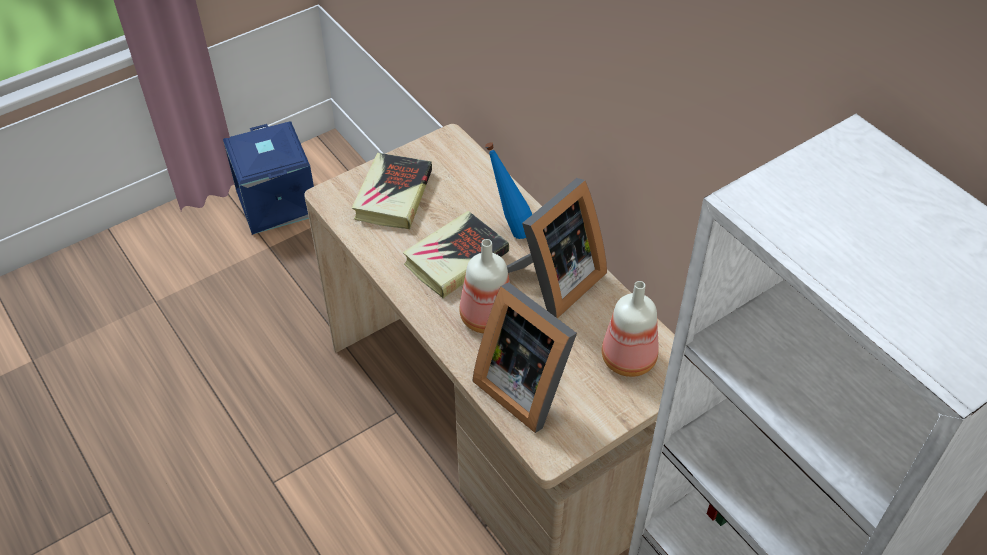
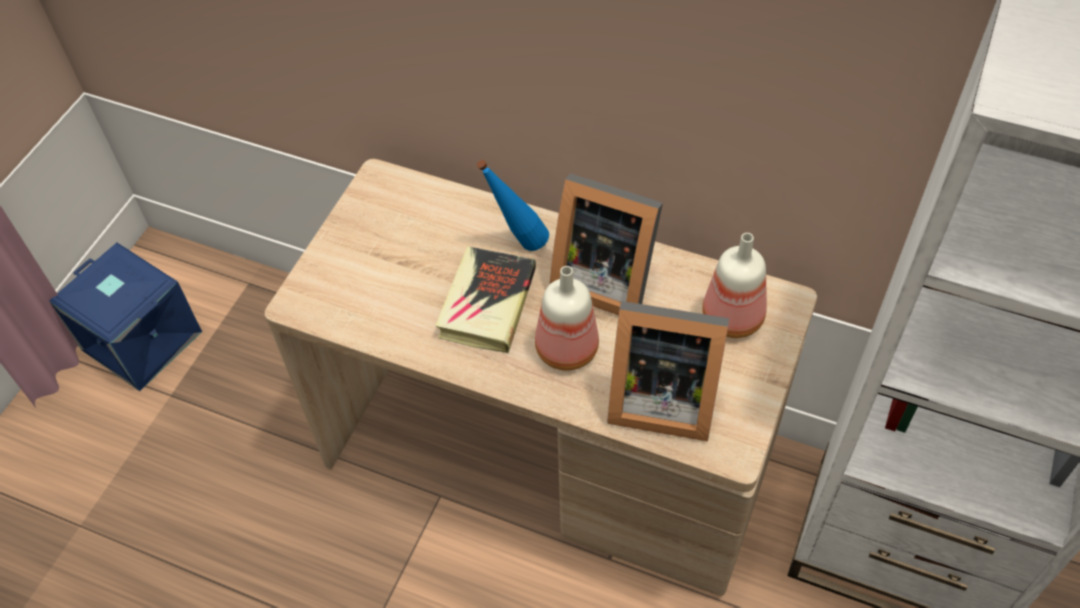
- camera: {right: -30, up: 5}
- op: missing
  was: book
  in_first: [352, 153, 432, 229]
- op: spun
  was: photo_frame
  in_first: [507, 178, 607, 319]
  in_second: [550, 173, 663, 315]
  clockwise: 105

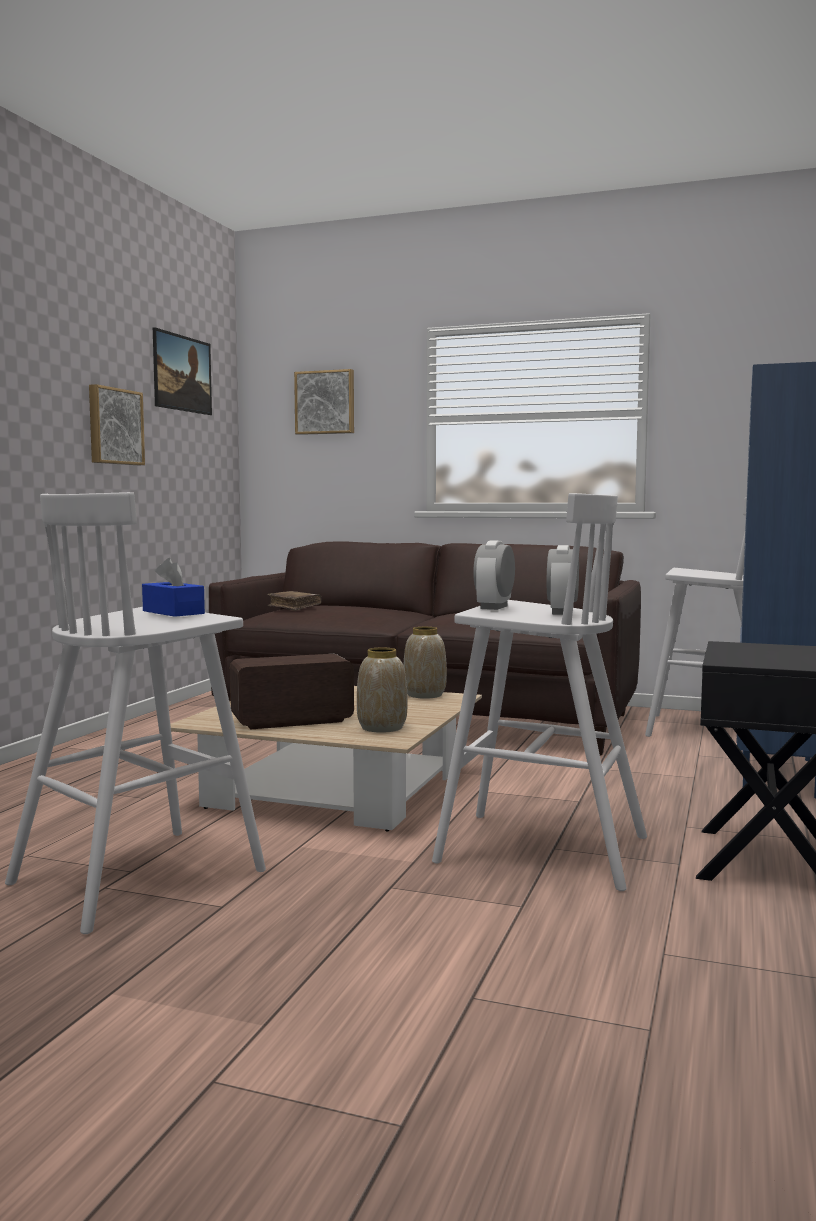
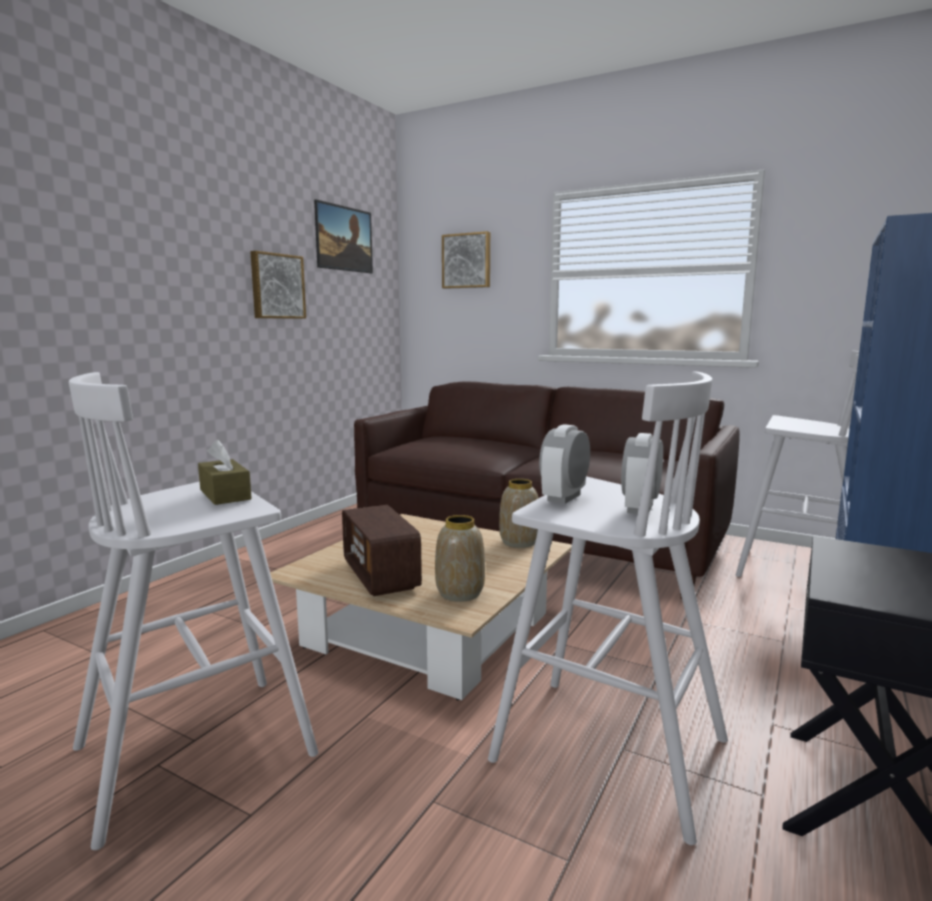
- camera: {right: 10, up: 5}
- op: missing
  was: brownish_book
  in_first: [267, 591, 322, 611]
- op: colour
  was: blue-coloured_tissue_box
  now: brownish_tissue_box
  in_first: [142, 558, 205, 617]
  in_second: [198, 440, 252, 505]
- op: spun
  was: radio
  in_first: [230, 654, 354, 730]
  in_second: [342, 505, 422, 596]
  clockwise: -105

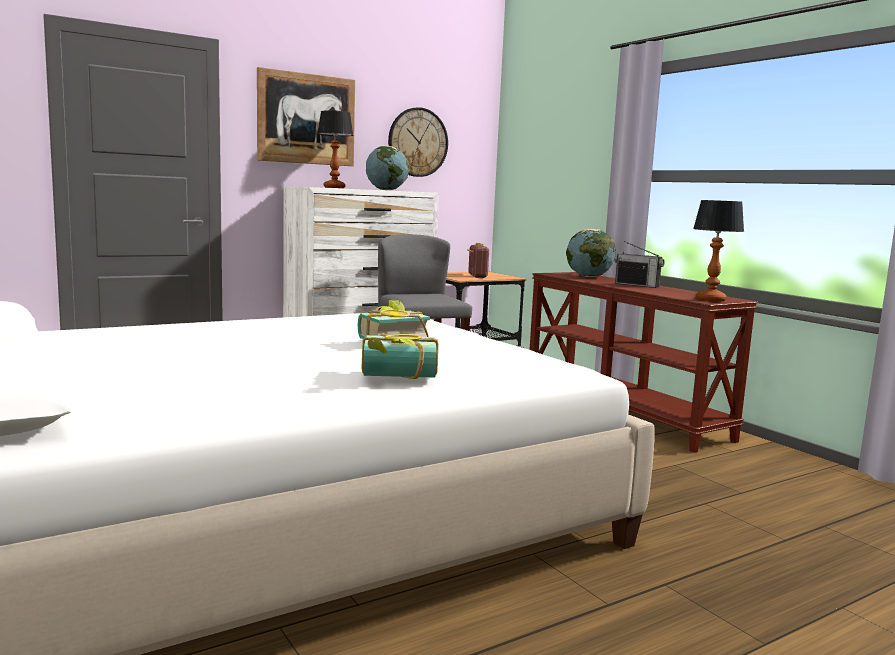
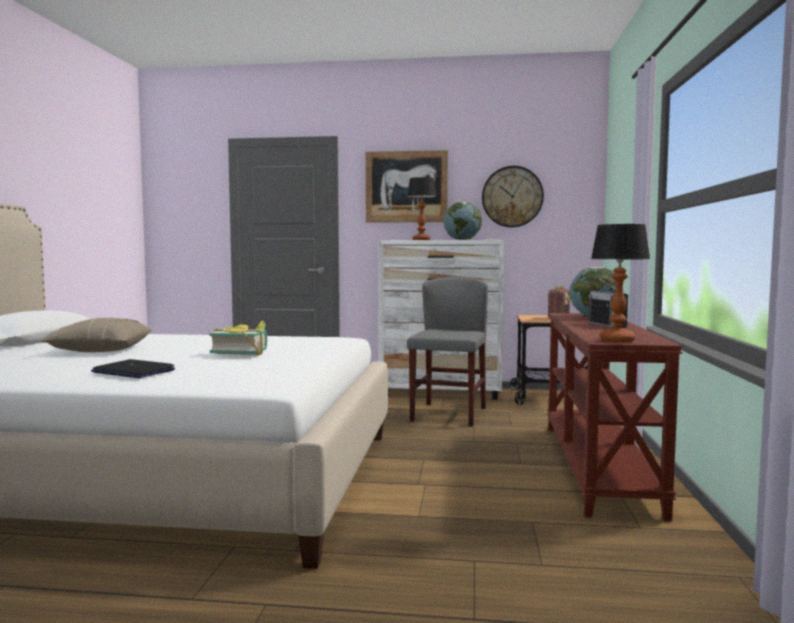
- camera: {right: 40, up: -5}
- op: appeared
  now: sand-coloured_pillow
  in_second: [41, 318, 152, 352]
- op: exchanged
  was: book
  now: notebook_computer
  in_first: [361, 333, 439, 379]
  in_second: [91, 359, 175, 378]

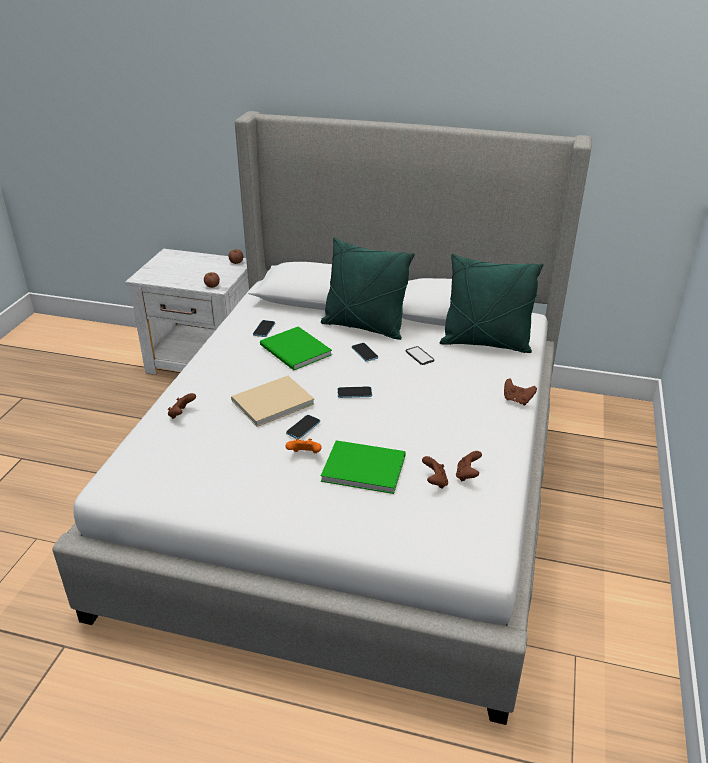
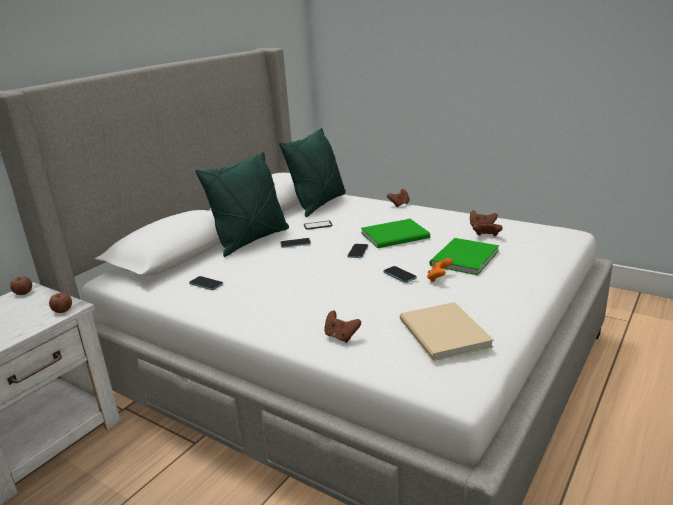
- camera: {right: -70, up: -10}
- op: relocated
  was: sand-coloured_book
  in_first: [231, 376, 314, 427]
  in_second: [400, 302, 494, 361]
- op: relocated
  was: greenish_book
  in_first: [260, 326, 332, 370]
  in_second: [361, 219, 430, 248]

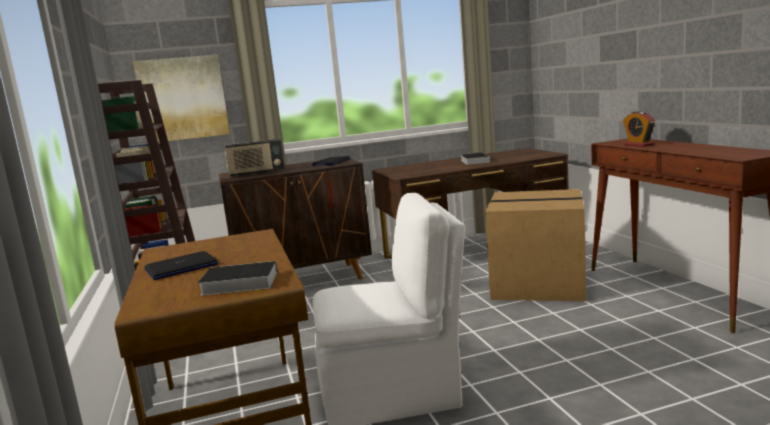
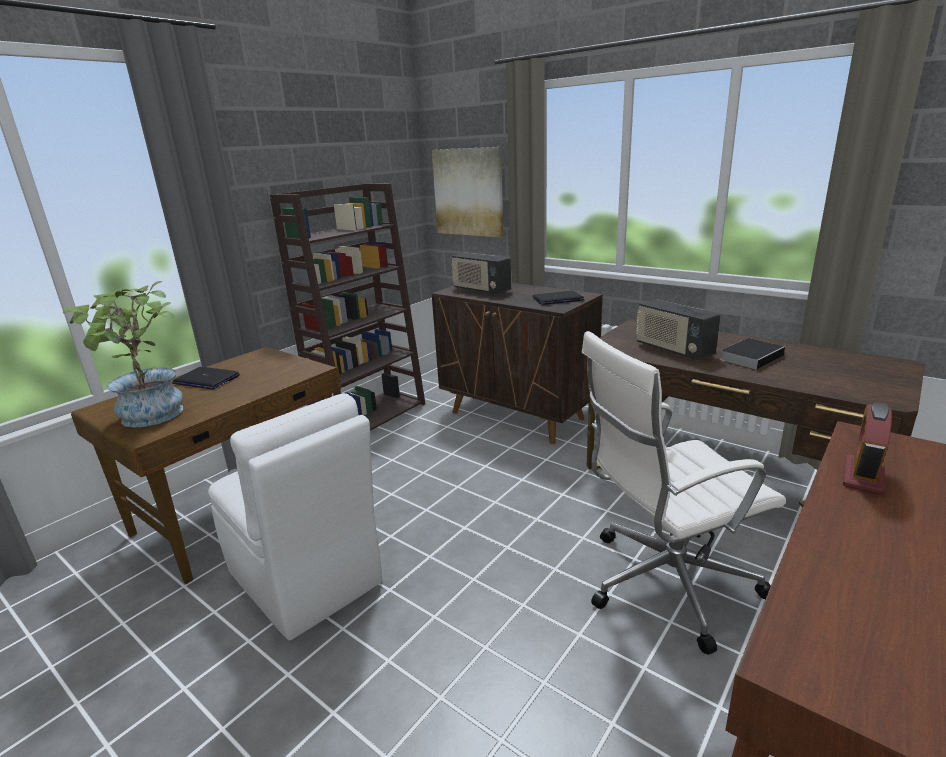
- camera: {right: 55, up: 10}
- op: appeared
  now: radio
  in_second: [636, 299, 721, 360]
- op: exchanged
  was: book
  now: potted_plant
  in_first: [198, 261, 277, 296]
  in_second: [63, 281, 183, 428]
- op: exchanged
  was: cardboard_box
  now: white_desk_chair
  in_first: [485, 189, 586, 301]
  in_second: [582, 331, 786, 655]

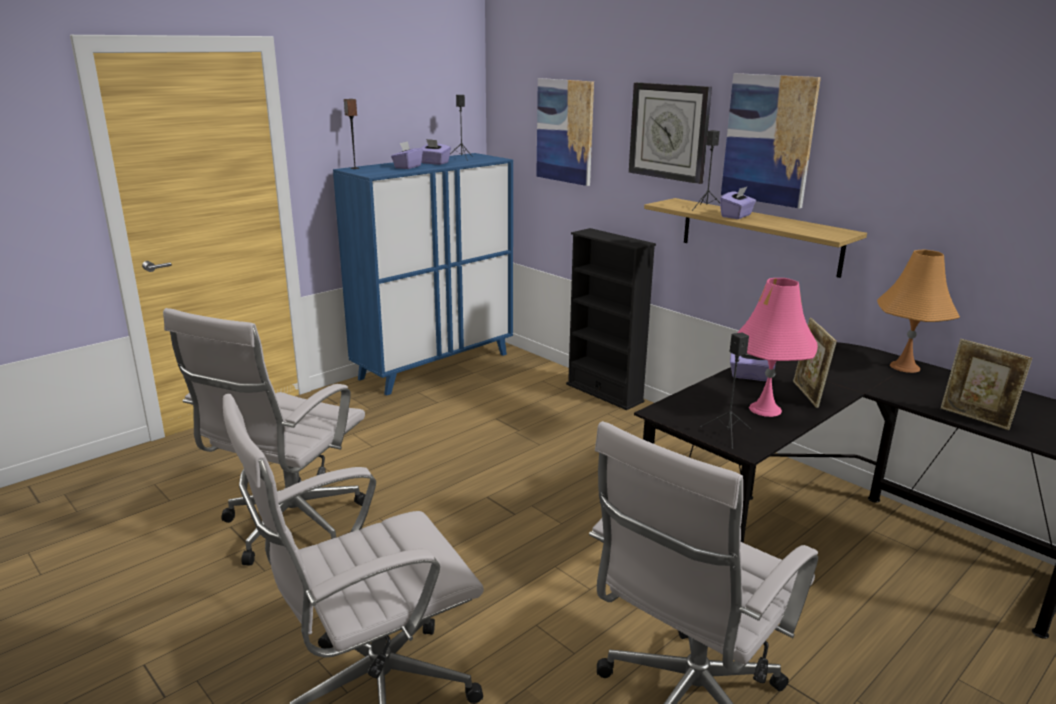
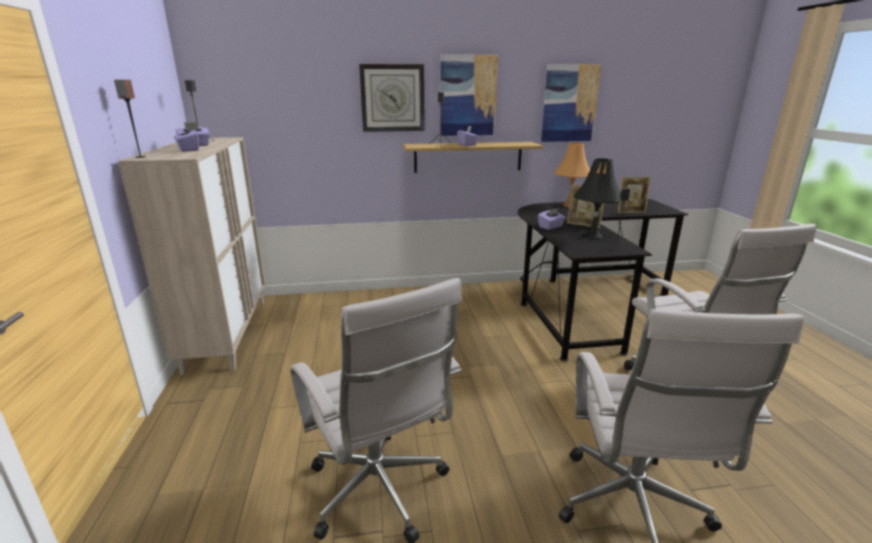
- camera: {right: -55, up: 0}
- op: missing
  was: black-coloured_bookshelf
  in_first: [566, 228, 656, 410]
- op: relocated
  was: wall_picture
  in_first: [536, 78, 594, 186]
  in_second: [541, 64, 602, 142]
- op: colour
  was: blue-coloured_cupboard
  now: sand-coloured_cupboard
  in_first: [333, 153, 513, 396]
  in_second: [118, 137, 266, 375]
- op: colour
  was: pinkish_tabletop_lamp
  now: black-coloured_tabletop_lamp
  in_first: [737, 278, 818, 417]
  in_second: [574, 158, 621, 239]

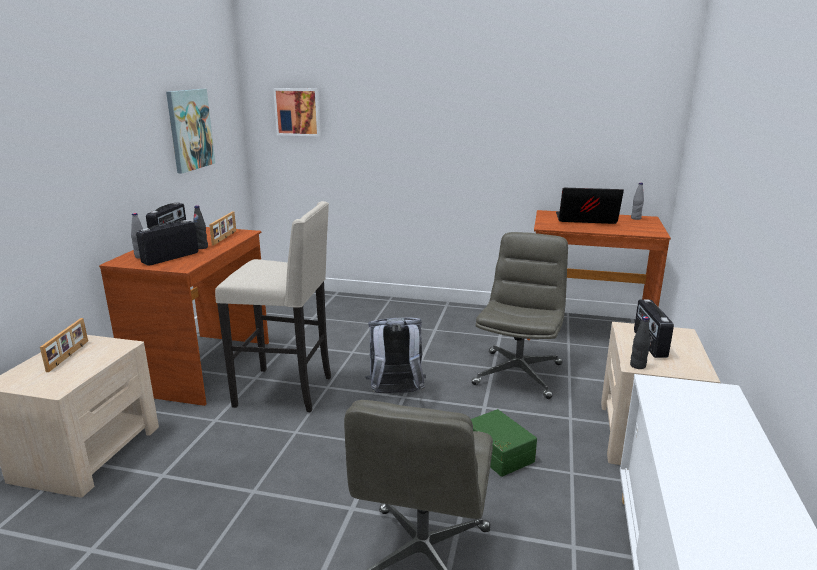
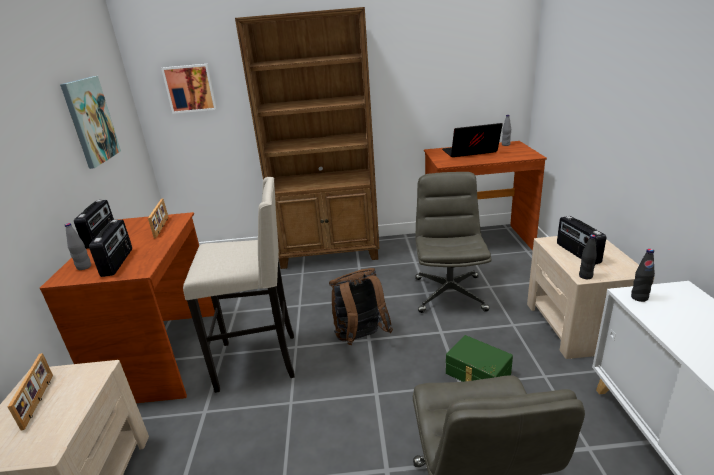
- camera: {right: -15, up: 5}
- op: appeared
  now: brownish_bookshelf
  in_second: [235, 7, 380, 269]
- op: relocated
  was: black-coloured_beverage_bottle
  in_first: [193, 205, 208, 249]
  in_second: [631, 249, 655, 302]
- op: colour
  was: greyish_knapsack
  now: brownish_knapsack
  in_first: [365, 317, 426, 393]
  in_second: [329, 268, 393, 345]
- op: spun
  was: radio
  in_first: [136, 220, 199, 266]
  in_second: [89, 219, 132, 277]
  clockwise: 150

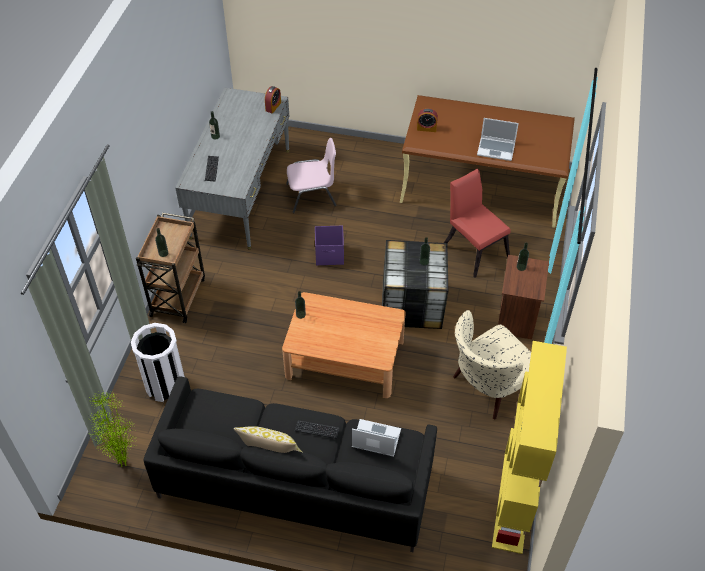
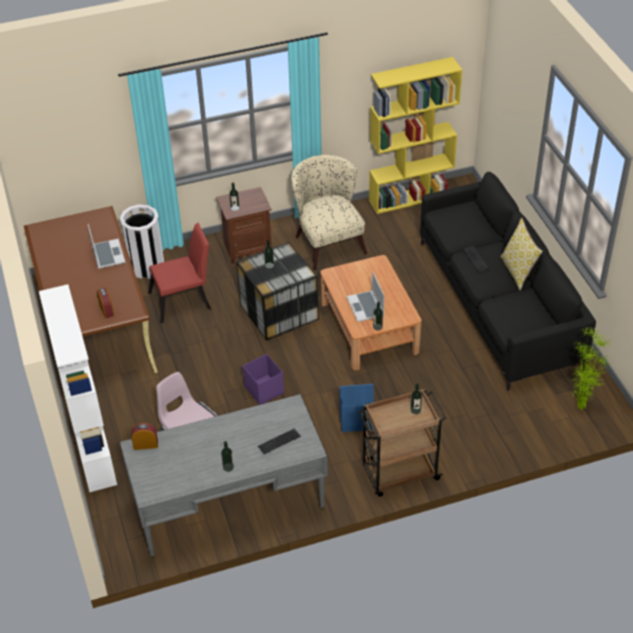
- camera: {right: -120, up: -5}
- op: appeared
  now: white_bookshelf
  in_second: [39, 284, 117, 492]
- op: appeared
  now: blue-coloured_storage_box
  in_second: [339, 384, 374, 432]
- op: relocated
  was: white_trash_can
  in_first: [131, 323, 185, 402]
  in_second: [119, 204, 164, 279]
- op: relocated
  was: notebook_computer
  in_first: [352, 419, 401, 457]
  in_second: [346, 271, 384, 322]
- op: spun
  was: red-coloured_plain_chair
  in_first: [444, 169, 511, 278]
  in_second: [148, 223, 211, 323]
  clockwise: -135
- op: spun
  was: sand-coloured_armchair
  in_first: [453, 310, 531, 419]
  in_second: [291, 155, 367, 269]
  clockwise: -135

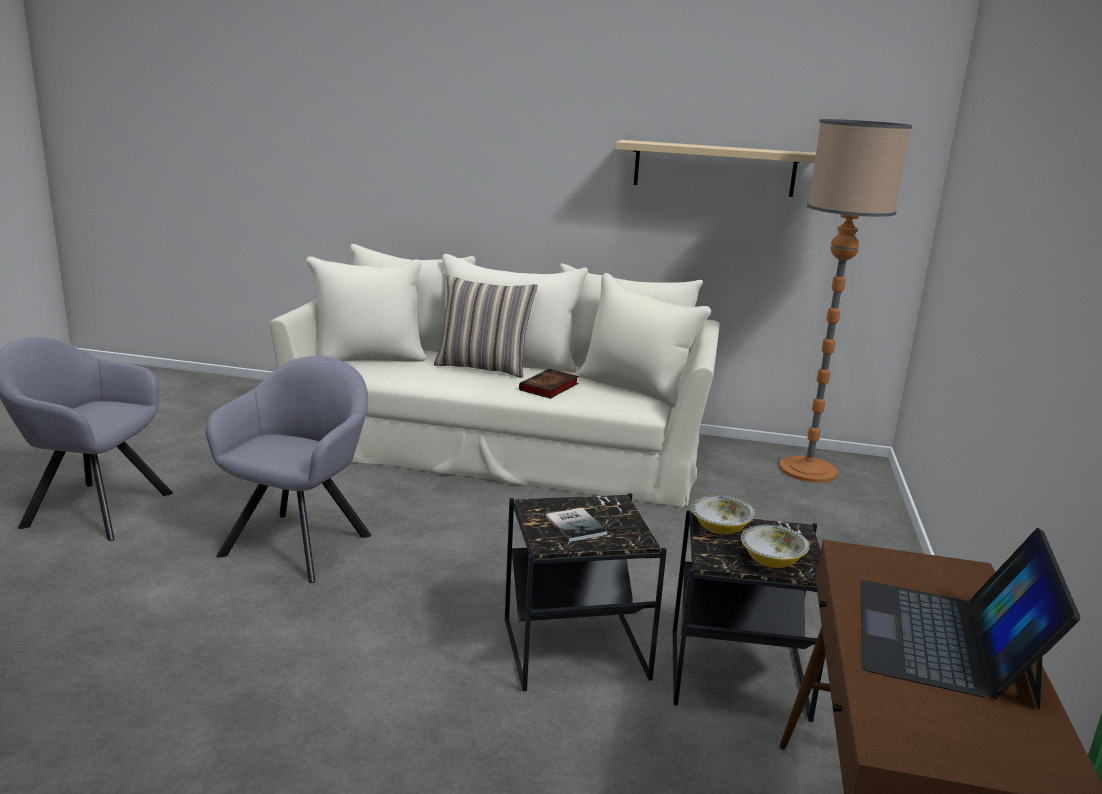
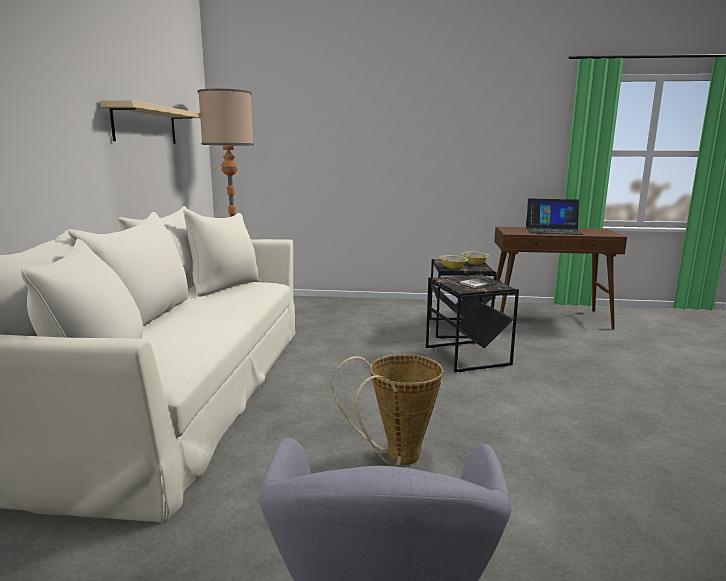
- camera: {right: -95, up: -5}
- op: missing
  was: pillow
  in_first: [434, 275, 538, 378]
- op: missing
  was: book
  in_first: [519, 369, 579, 399]
- op: exchanged
  was: greyish_armchair
  now: basket
  in_first: [206, 356, 371, 583]
  in_second: [331, 354, 443, 467]

